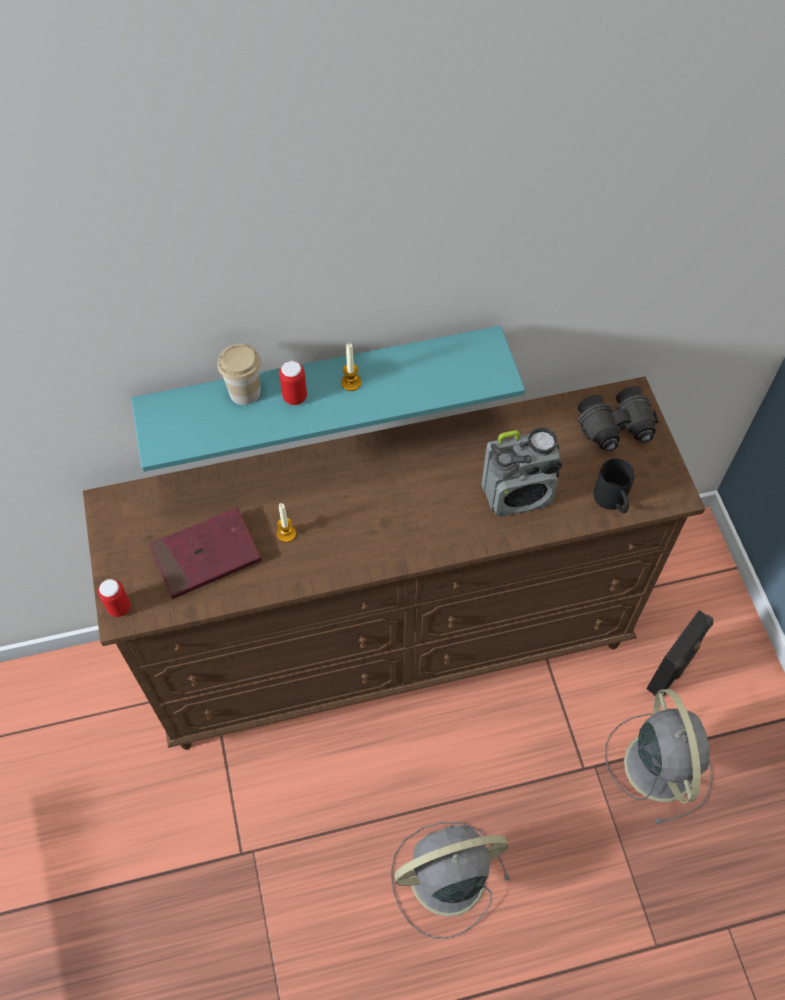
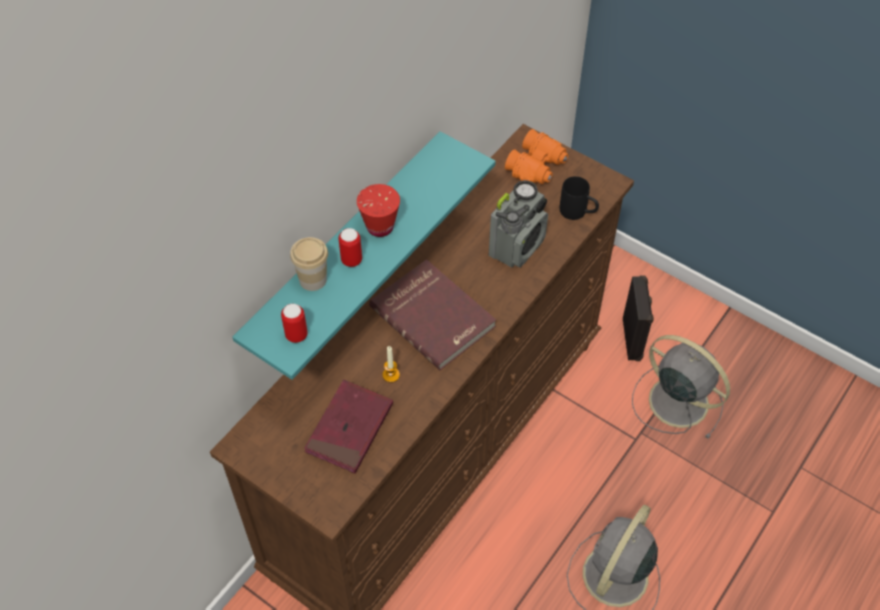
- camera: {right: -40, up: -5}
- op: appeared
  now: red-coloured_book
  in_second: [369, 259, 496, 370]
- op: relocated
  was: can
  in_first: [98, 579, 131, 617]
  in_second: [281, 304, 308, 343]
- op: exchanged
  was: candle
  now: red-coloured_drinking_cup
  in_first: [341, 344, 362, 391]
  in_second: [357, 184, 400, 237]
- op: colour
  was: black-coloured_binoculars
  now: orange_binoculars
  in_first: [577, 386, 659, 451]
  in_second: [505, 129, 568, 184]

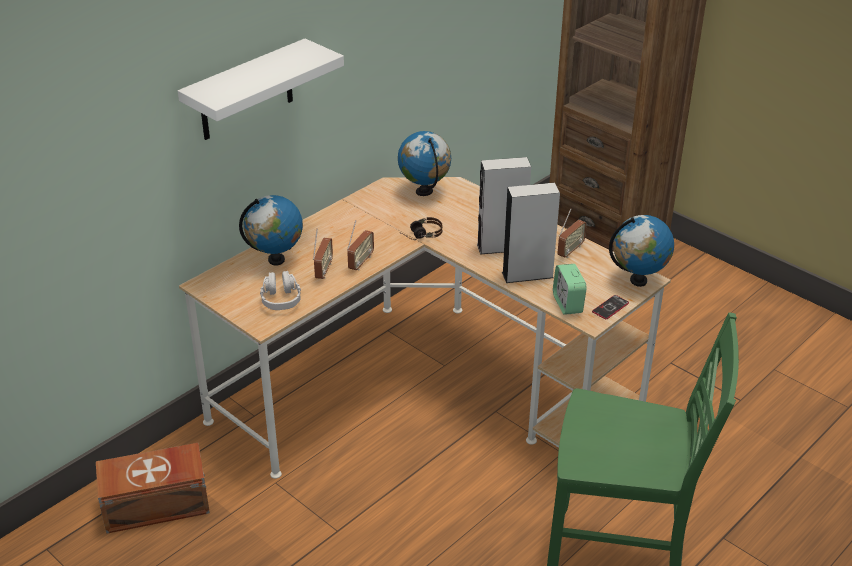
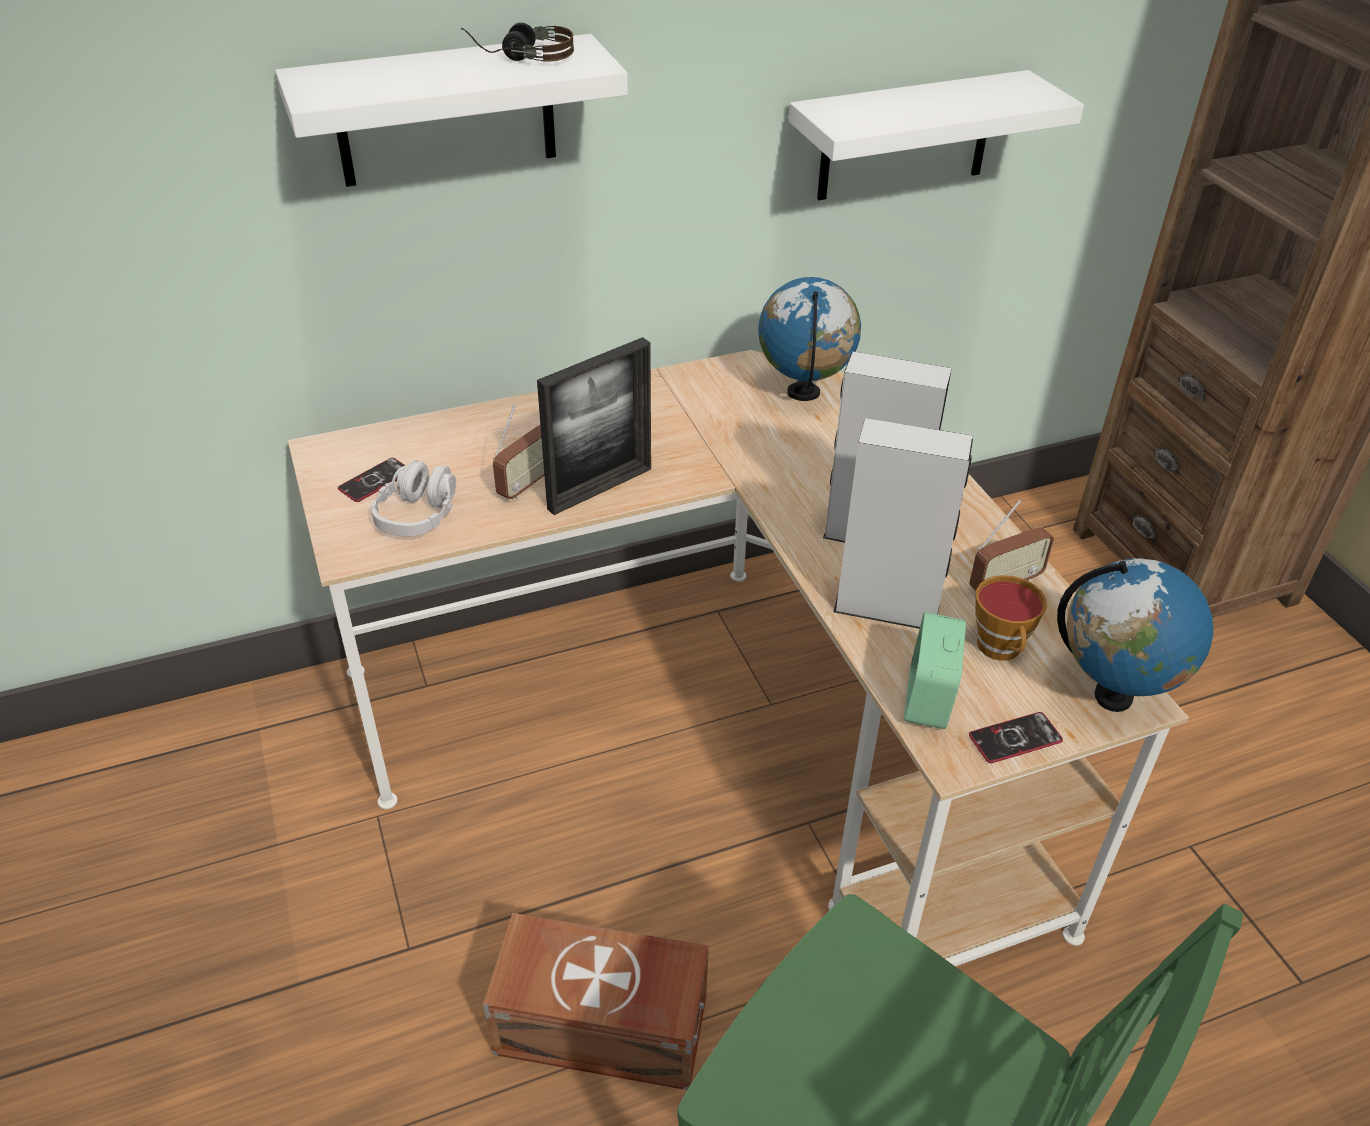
- camera: {right: 25, up: 5}
- op: missing
  was: globe
  in_first: [239, 195, 303, 266]
- op: appeared
  now: telephone
  in_second: [338, 458, 406, 502]
- op: appeared
  now: white_bracket_shelf
  in_second: [789, 70, 1084, 200]
- op: appeared
  now: drinking_cup
  in_second: [975, 575, 1047, 661]
- op: relocated
  was: brownish_storage_box
  in_first: [96, 443, 210, 534]
  in_second: [483, 913, 709, 1090]
- op: relocated
  was: headphones
  in_first: [401, 217, 443, 240]
  in_second: [461, 23, 574, 62]
- op: exchanged
  was: radio
  now: photo_frame
  in_first: [347, 220, 374, 270]
  in_second: [537, 337, 651, 515]

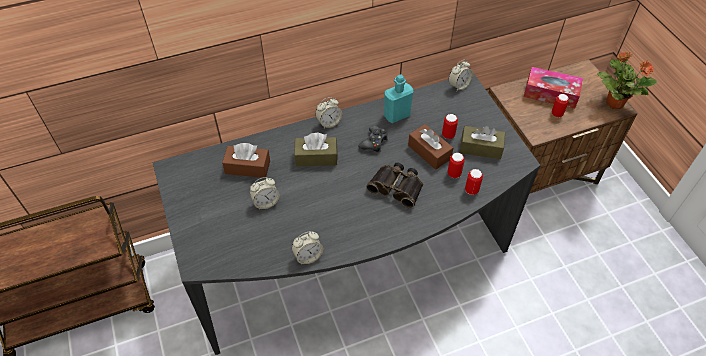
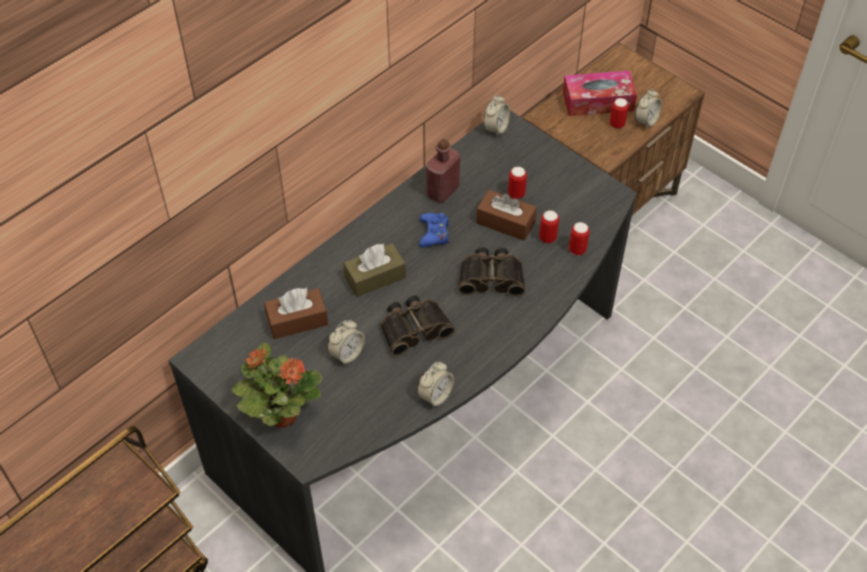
- camera: {right: -25, up: 0}
- op: missing
  was: brownish_tissue_box
  in_first: [460, 126, 505, 159]
- op: appeared
  now: binoculars
  in_second: [380, 296, 455, 357]
- op: relocated
  was: table_clock
  in_first: [315, 97, 342, 128]
  in_second: [635, 88, 662, 129]
- op: relocated
  was: potted_plant
  in_first: [597, 52, 658, 109]
  in_second: [232, 342, 323, 428]
- op: colour
  was: black-coloured_gamepad
  now: blue-coloured_gamepad
  in_first: [358, 126, 388, 152]
  in_second: [419, 213, 449, 248]
- op: colour
  was: blue-green_beverage_bottle
  now: red-coloured_beverage_bottle
  in_first: [384, 75, 413, 123]
  in_second: [426, 139, 460, 203]

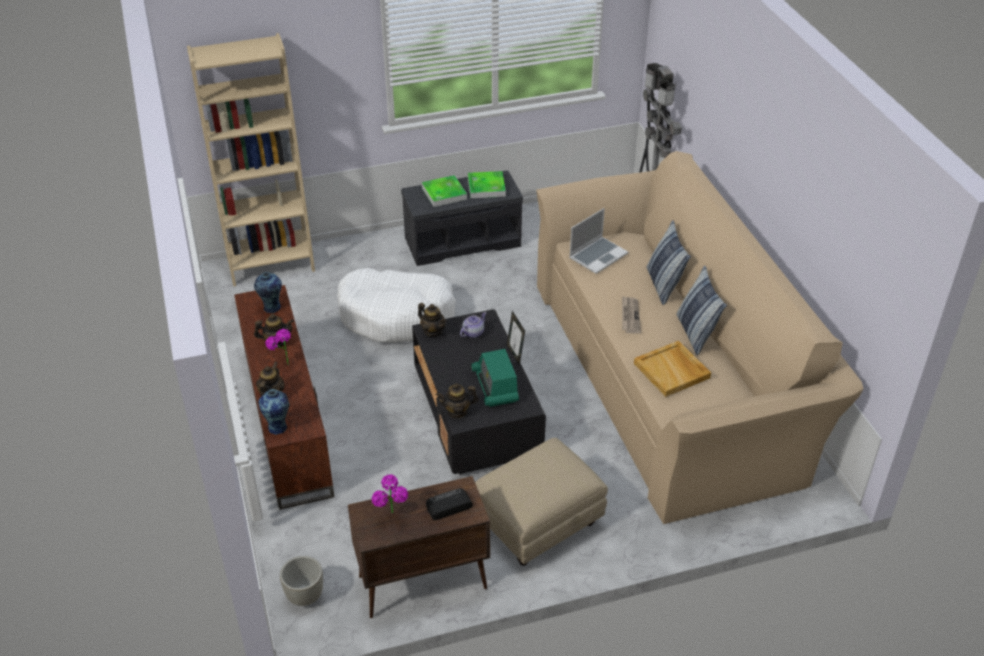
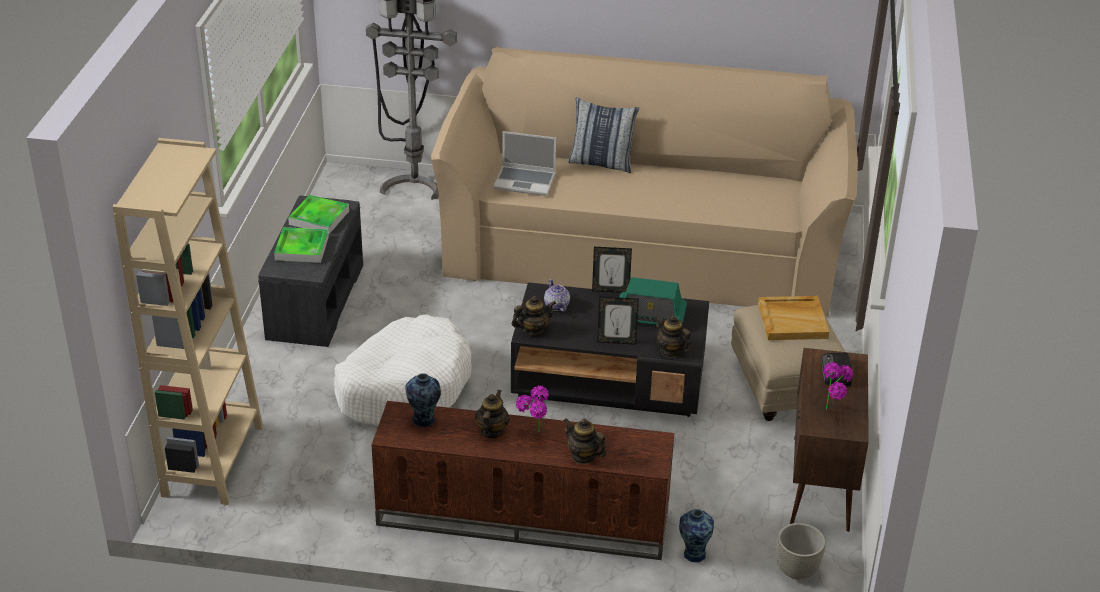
- camera: {right: -65, up: -5}
- op: missing
  was: printed_paper
  in_first: [622, 296, 641, 334]
- op: missing
  was: pillow
  in_first: [676, 266, 727, 355]
- op: appeared
  now: photo_frame
  in_second: [597, 297, 639, 345]
- op: relocated
  was: flower_vase
  in_first: [258, 389, 289, 435]
  in_second: [679, 509, 714, 562]
- op: relocated
  was: sand-coloured_carrying_tray
  in_first: [634, 341, 711, 397]
  in_second: [758, 296, 829, 340]
- op: spun
  was: teapot
  in_first: [436, 383, 479, 419]
  in_second: [656, 315, 691, 358]
  clockwise: 120
- op: spun
  was: notebook_computer
  in_first: [569, 208, 628, 274]
  in_second: [493, 131, 556, 196]
  clockwise: 120

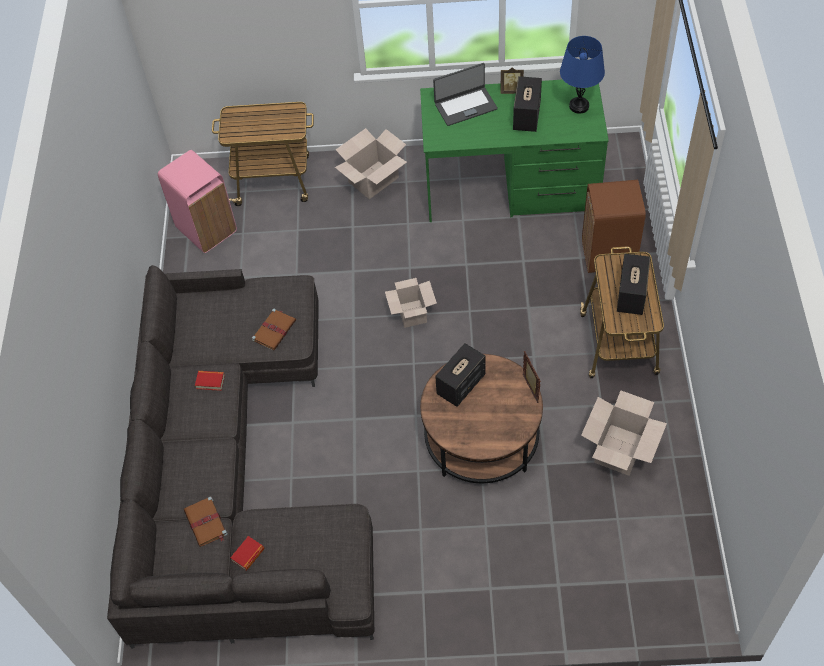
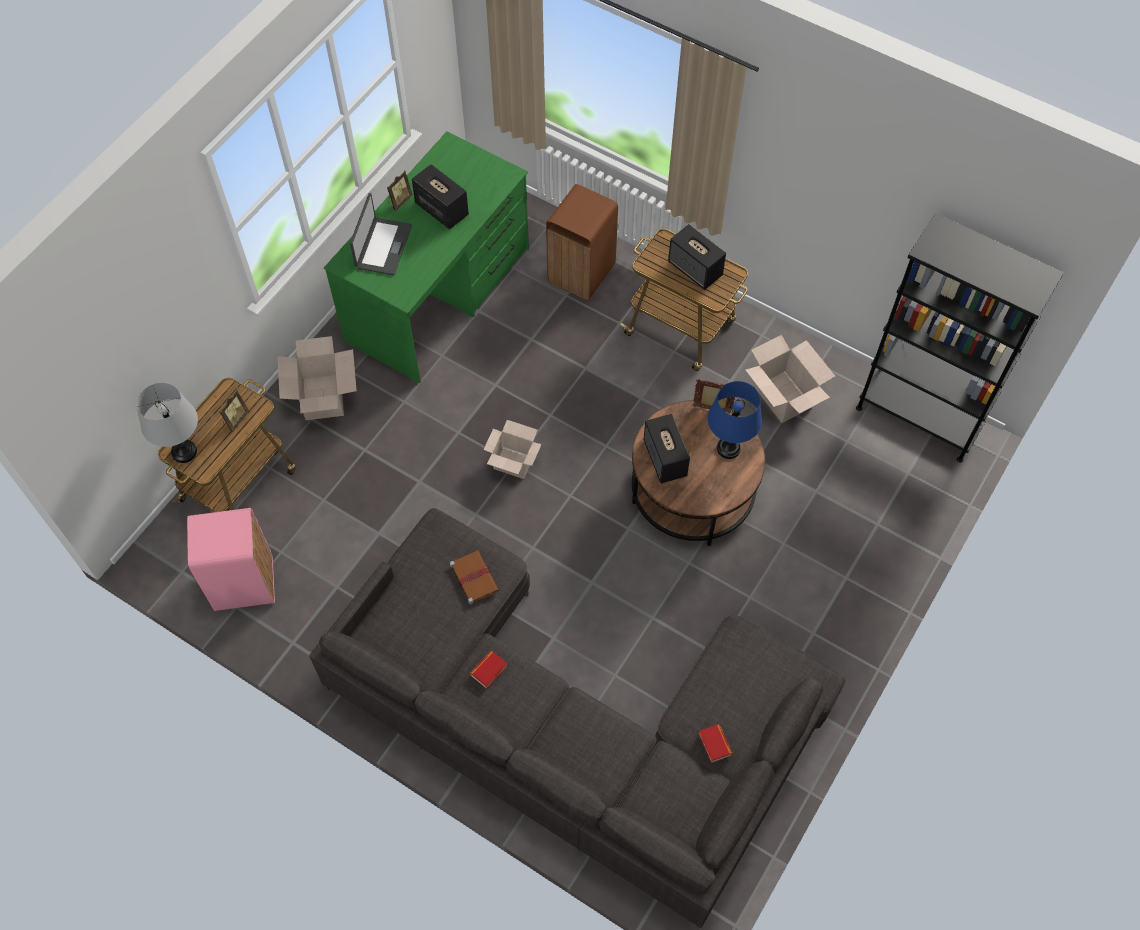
- camera: {right: -60, up: 5}
- op: missing
  was: brownish_book
  in_first: [184, 496, 228, 547]
- op: appeared
  now: greyish_tabletop_lamp
  in_second: [136, 383, 198, 463]
- op: appeared
  now: photo_frame
  in_second: [219, 390, 249, 432]
- op: appeared
  now: black-coloured_bookshelf
  in_second: [856, 213, 1064, 463]
- op: relocated
  was: blue-coloured_tabletop_lamp
  in_first: [560, 36, 605, 114]
  in_second: [708, 381, 762, 459]

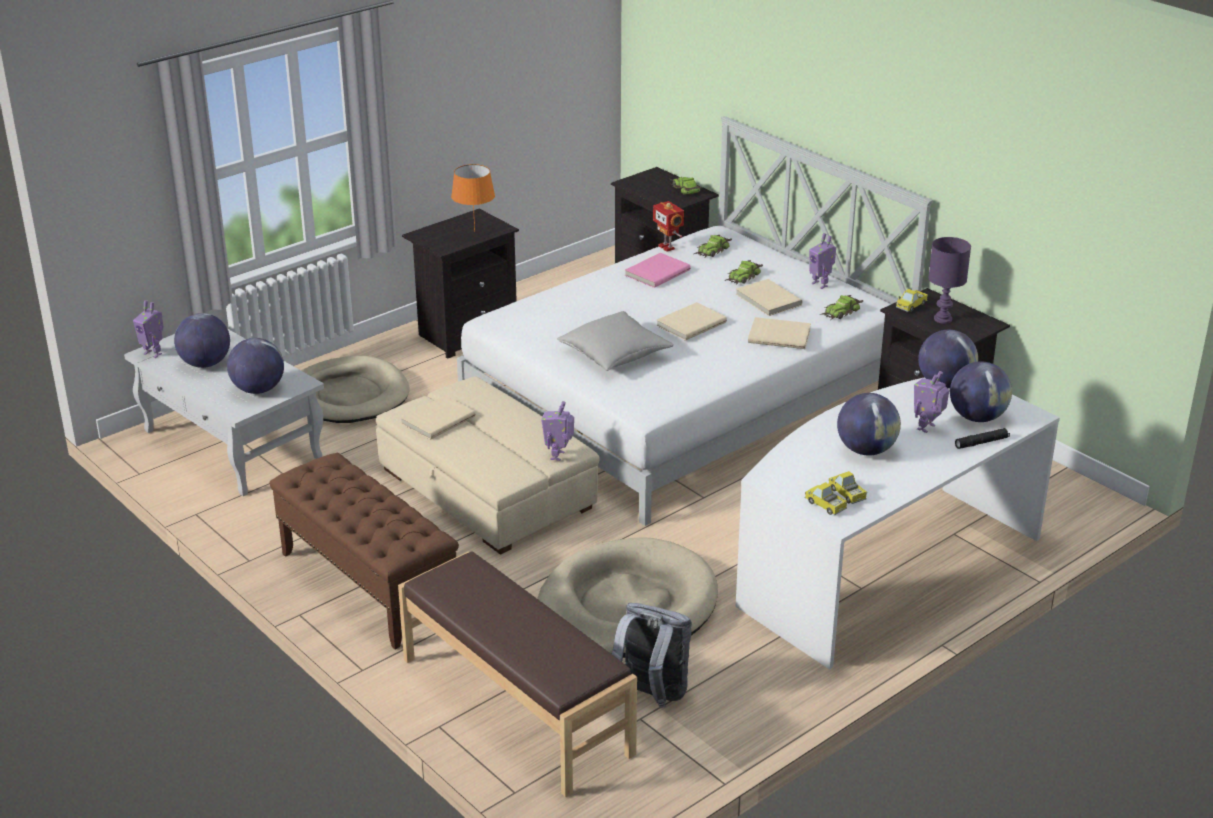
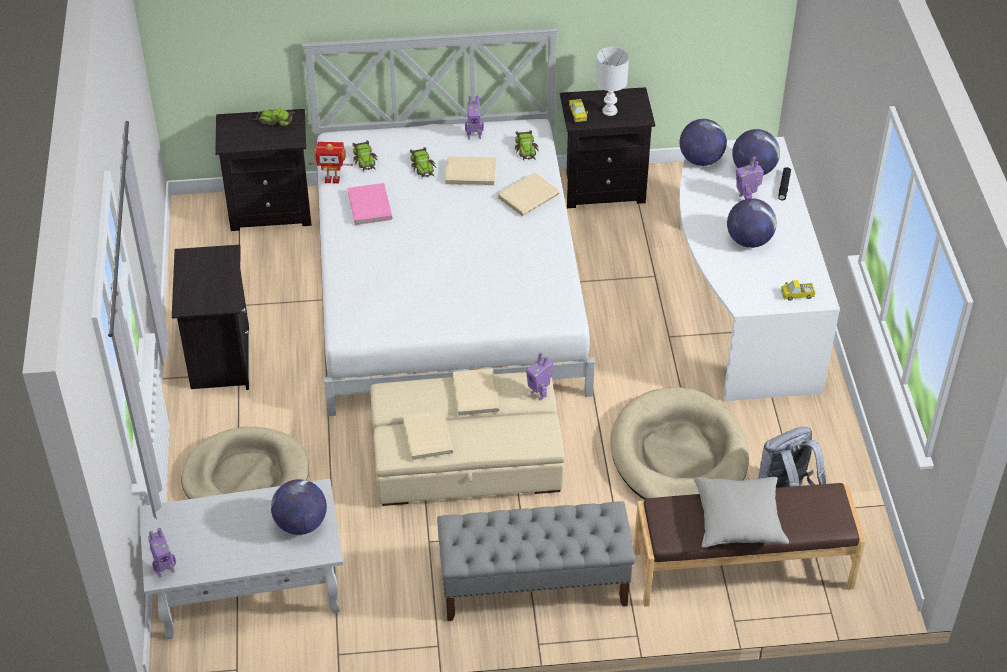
- camera: {right: -55, up: 15}
- op: missing
  was: globe
  in_first: [174, 313, 230, 368]
- op: missing
  was: orange_tabletop_lamp
  in_first: [451, 164, 495, 232]
- op: missing
  was: toy_lorry
  in_first: [828, 471, 867, 504]
- op: relocated
  was: greyish_pillow
  in_first: [557, 311, 674, 371]
  in_second: [694, 477, 789, 547]
- op: relocated
  was: sand-coloured_book
  in_first: [656, 302, 727, 341]
  in_second: [453, 368, 499, 416]
- op: colour
  was: brownish_bench
  now: greyish_bench
  in_first: [270, 453, 459, 649]
  in_second: [437, 501, 635, 621]
- op: colour
  was: purple-coloured_tabletop_lamp
  now: white_tabletop_lamp
  in_first: [928, 237, 971, 324]
  in_second: [596, 47, 629, 116]

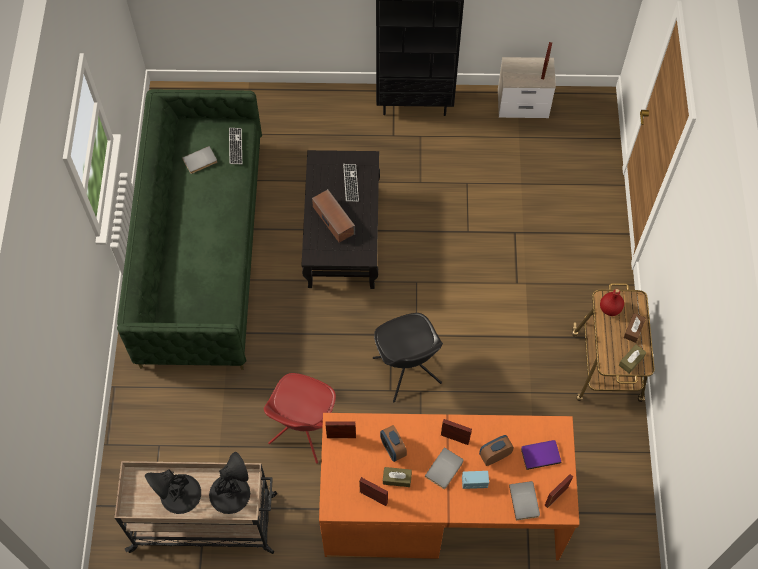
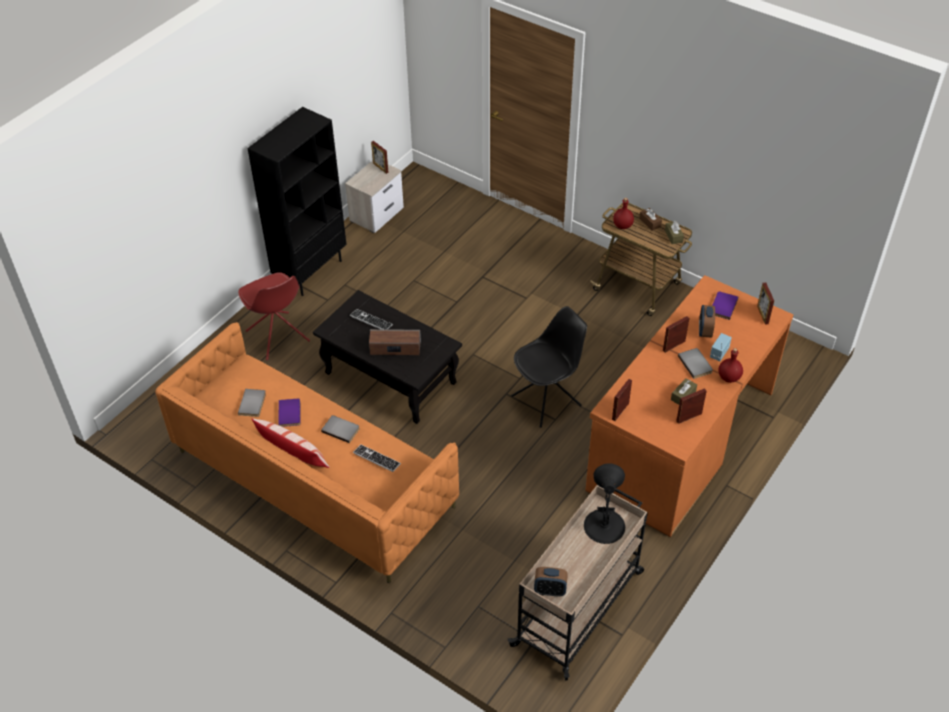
- camera: {right: -55, up: -15}
- op: missing
  was: black-coloured_tabletop_lamp
  in_first: [145, 469, 201, 514]
- op: appeared
  now: pillow
  in_second: [251, 418, 330, 468]
- op: appeared
  now: purple-coloured_book
  in_second: [278, 399, 300, 427]
- op: appeared
  now: red-coloured_beverage_bottle
  in_second: [718, 348, 743, 383]
- op: relocated
  was: computer_keyboard
  in_first: [229, 128, 242, 164]
  in_second: [353, 445, 401, 472]
- op: relocated
  was: red-coloured_plain_chair
  in_first: [264, 373, 336, 464]
  in_second: [238, 272, 310, 360]
- op: relocated
  was: table_clock
  in_first: [380, 425, 407, 462]
  in_second: [534, 567, 568, 597]
- op: relocated
  was: greyish_book
  in_first: [509, 481, 540, 520]
  in_second: [321, 415, 360, 443]
- op: colour
  was: greenish_couch
  now: orange_couch
  in_first: [117, 89, 262, 370]
  in_second: [155, 322, 459, 583]
- op: spun
  was: black-coloured_plain_chair
  in_first: [373, 313, 443, 402]
  in_second: [511, 306, 587, 428]
  clockwise: -45

